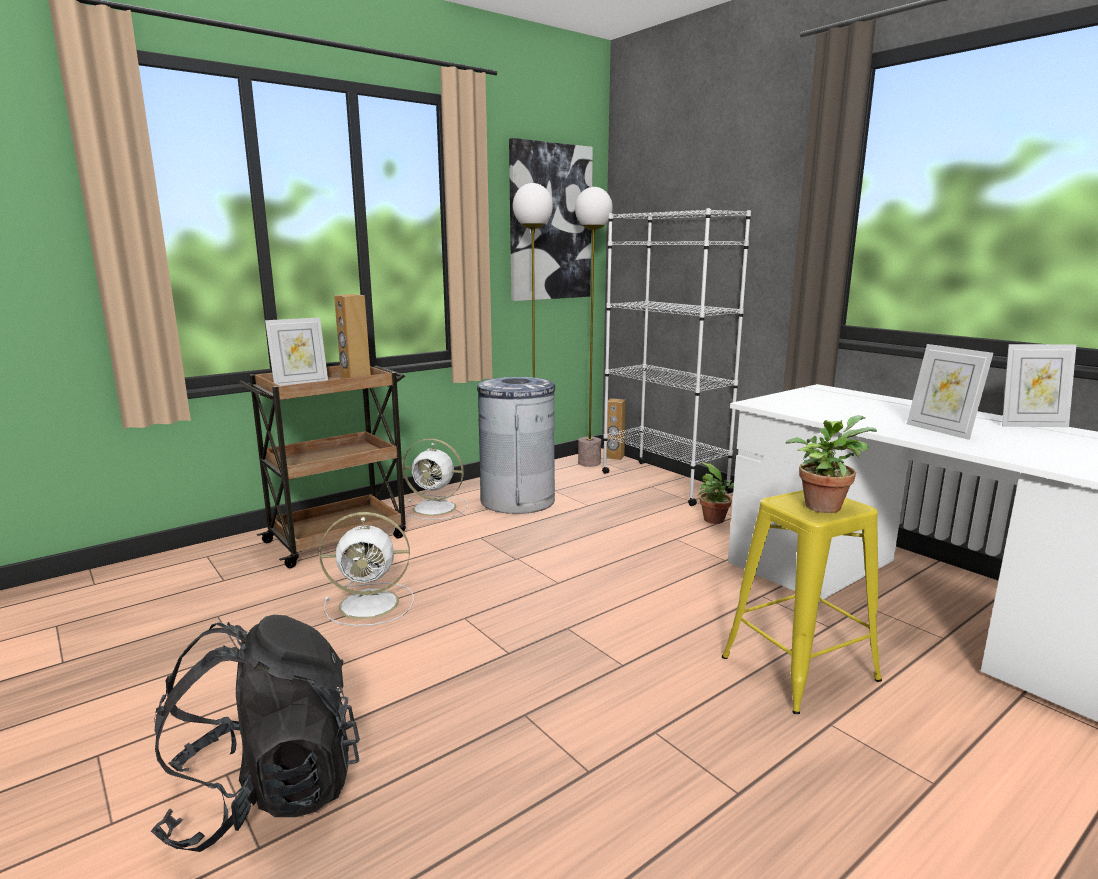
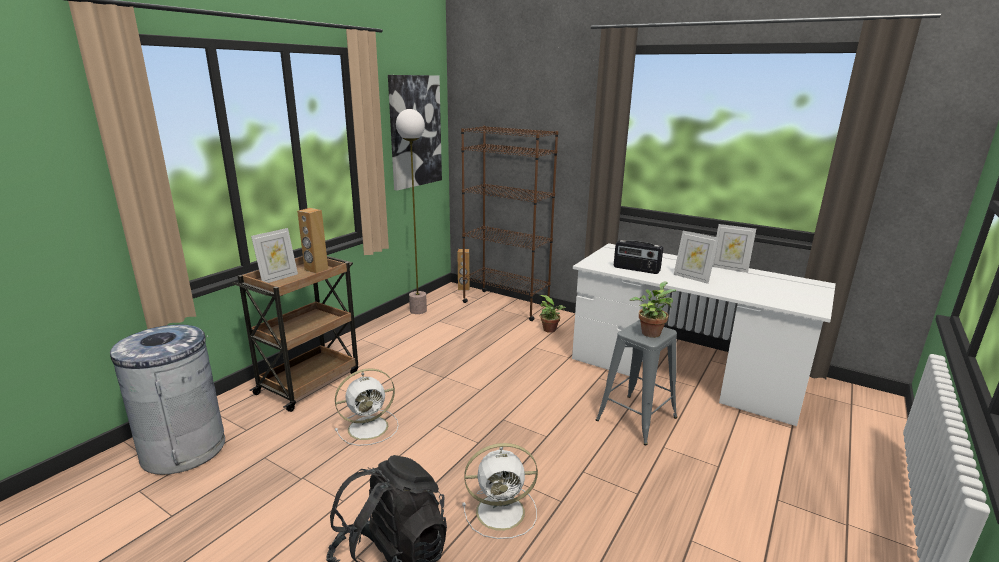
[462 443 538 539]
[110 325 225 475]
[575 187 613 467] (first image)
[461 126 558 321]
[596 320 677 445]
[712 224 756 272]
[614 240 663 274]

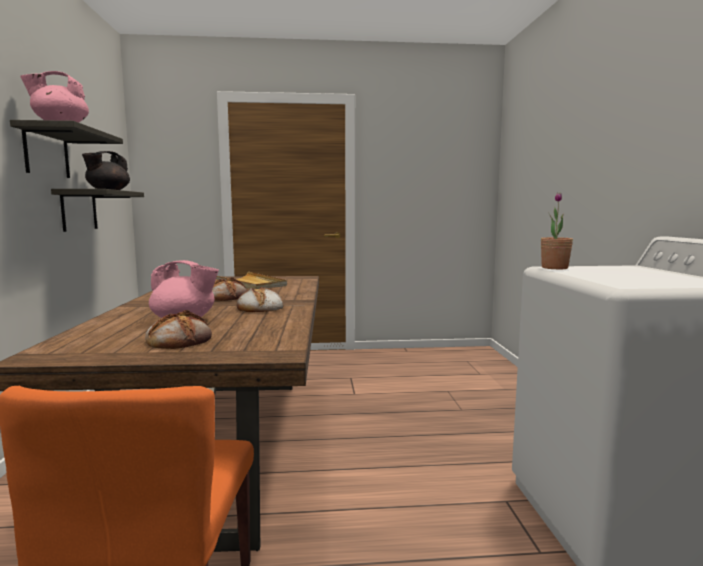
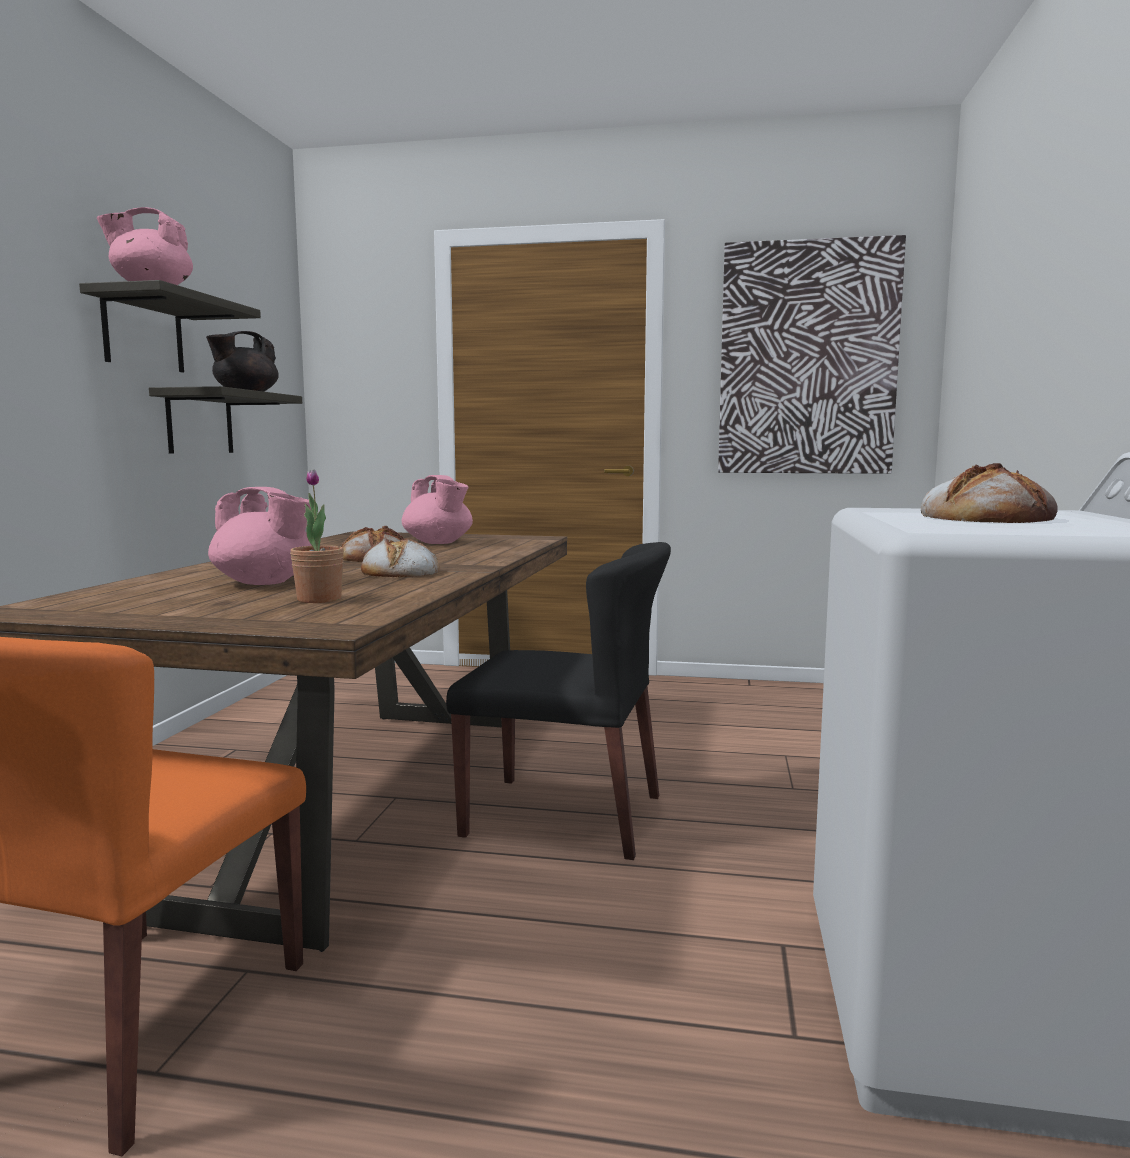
[921 463 1058 523]
[401 475 473 544]
[290 470 344 603]
[446 542 671 860]
[718 235 906 474]

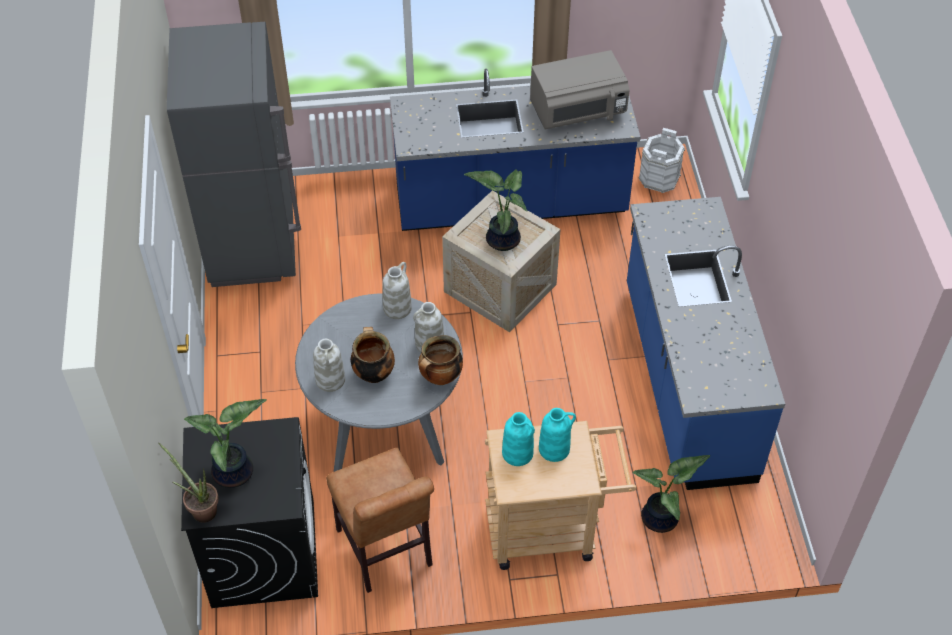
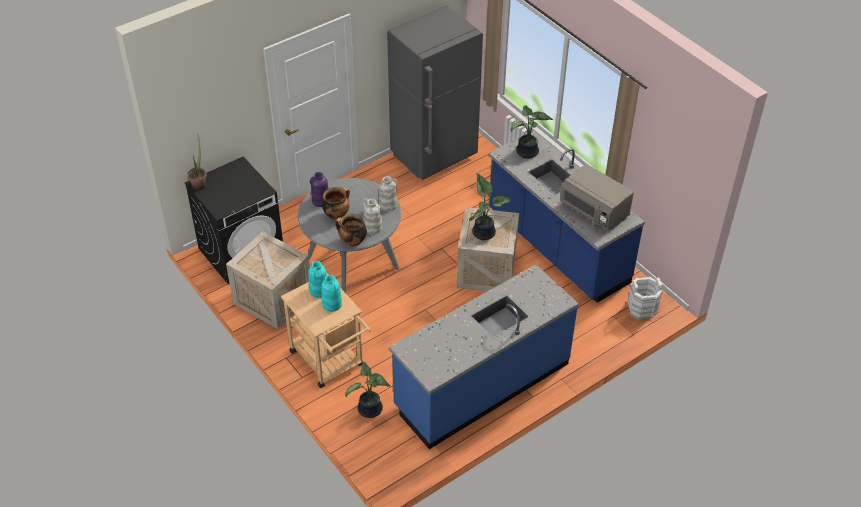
[511 105 553 159]
[310 172 329 207]
[226 231 310 329]

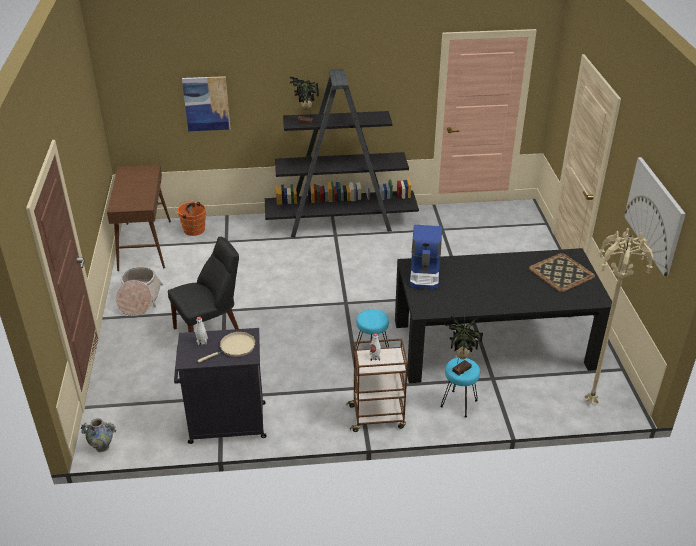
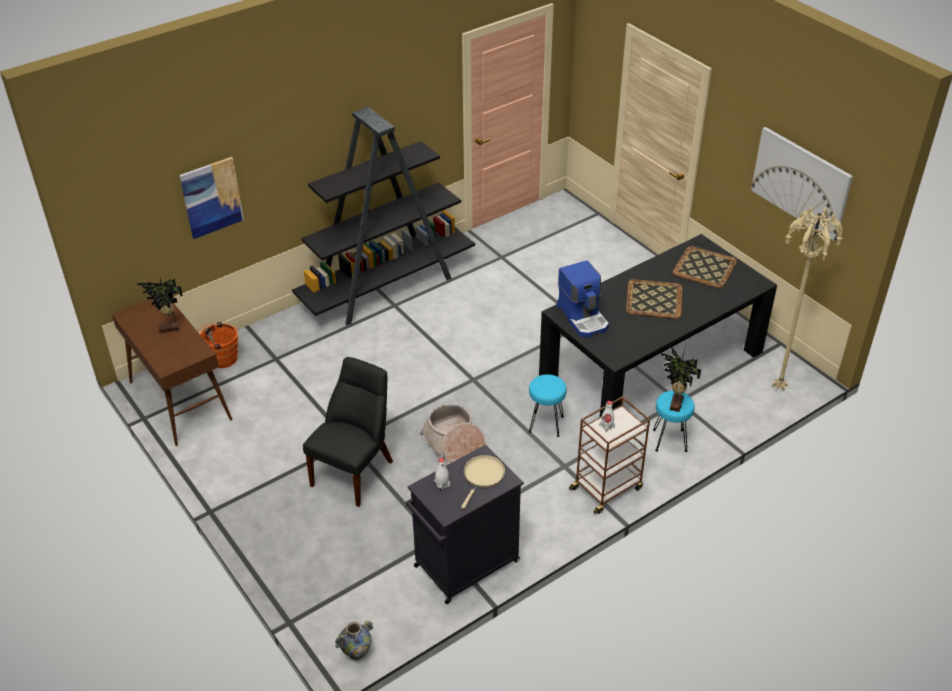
[419 404 486 464]
[137 278 183 333]
[626 279 683 319]

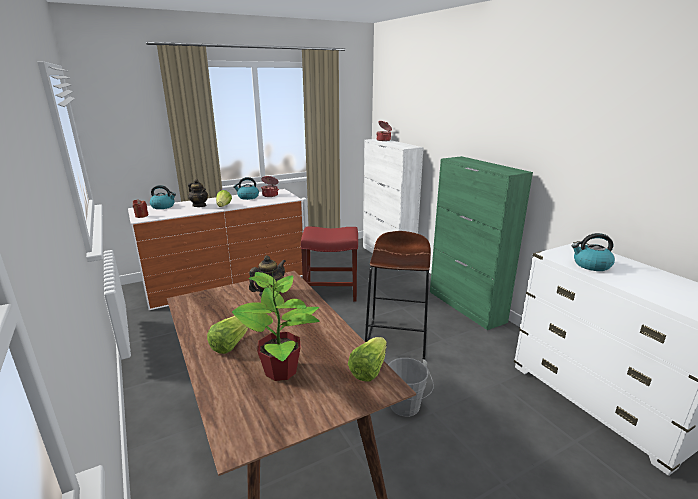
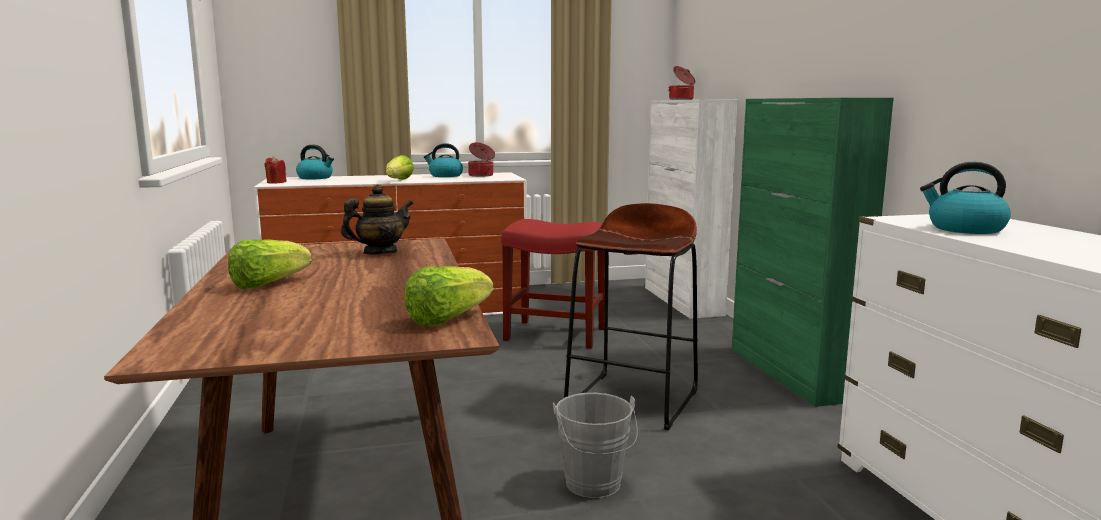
[188 179 208 207] (first image)
[232 272 319 381] (first image)

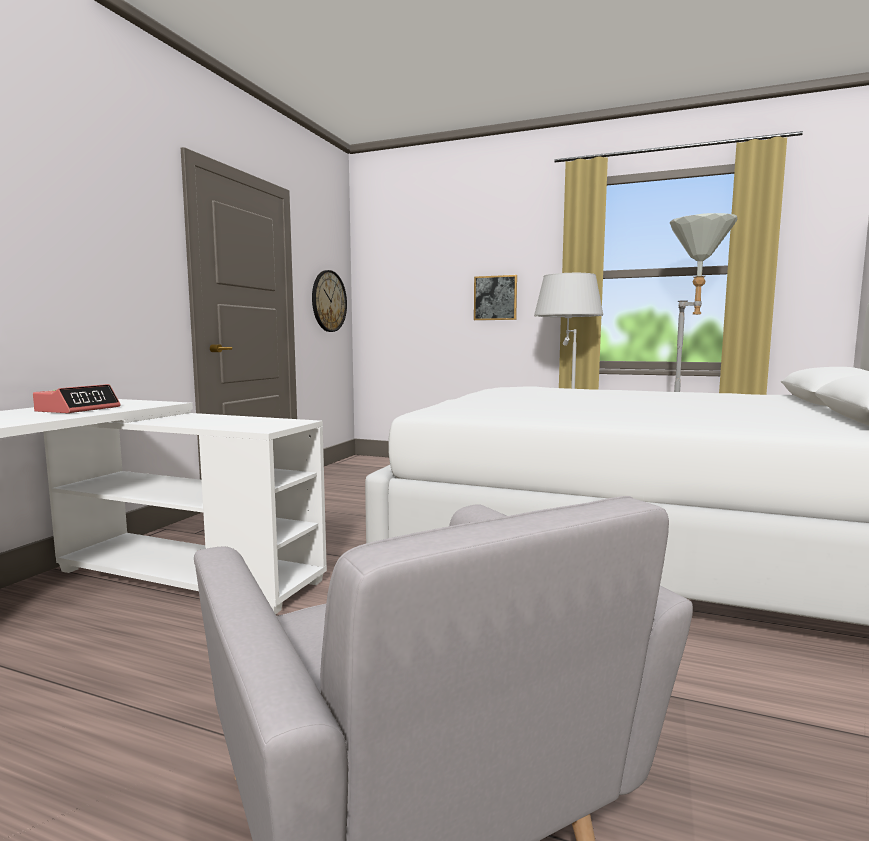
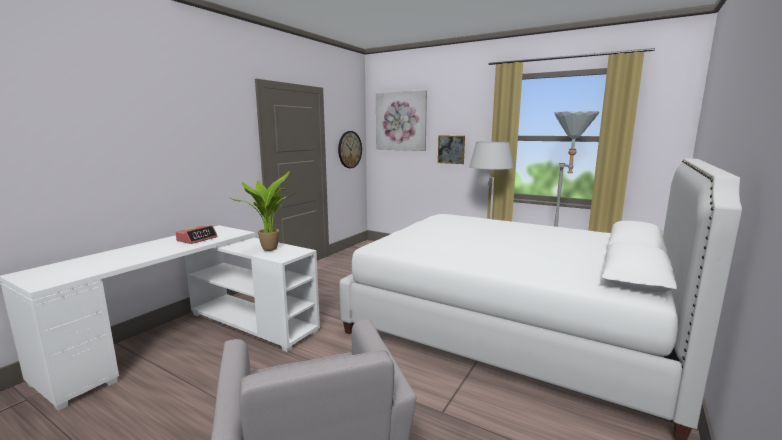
[230 171 296 251]
[376 90 427 151]

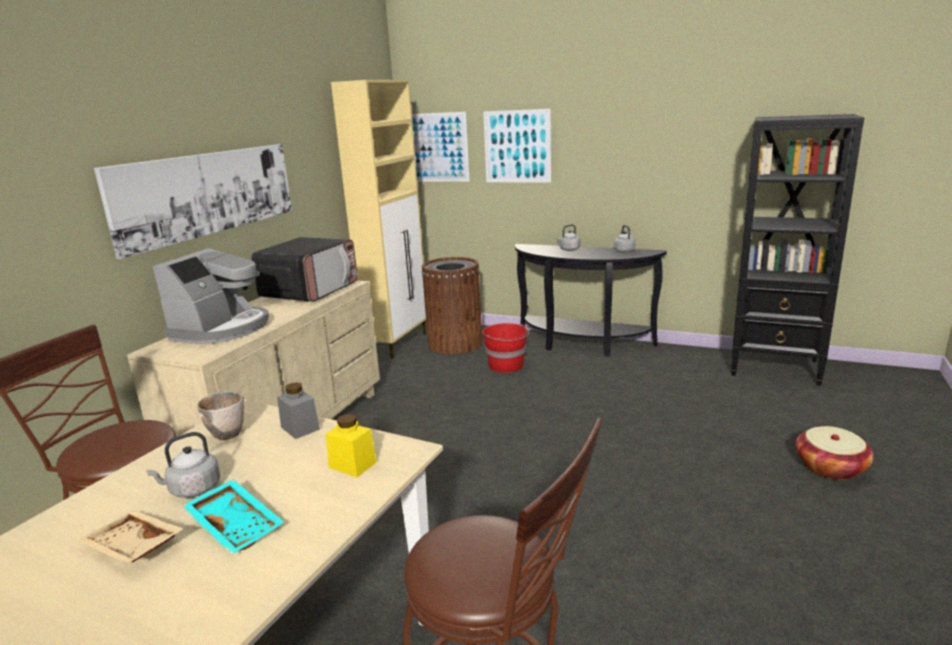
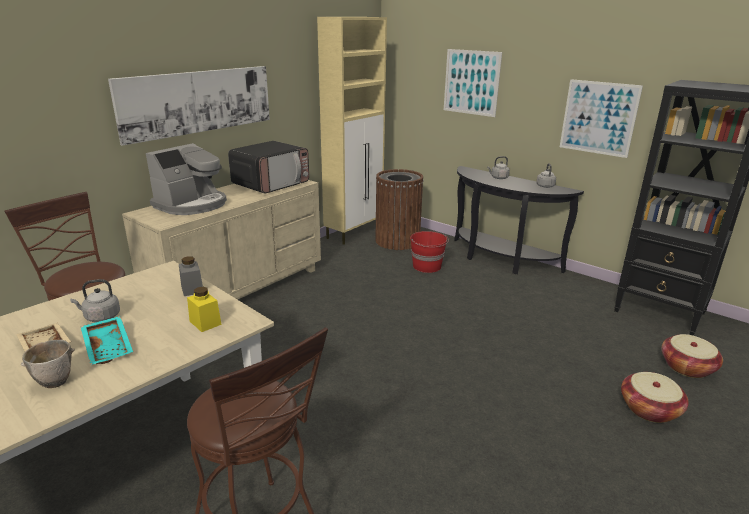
[21 340 75 388]
[560 79 643 158]
[661 334 723 378]

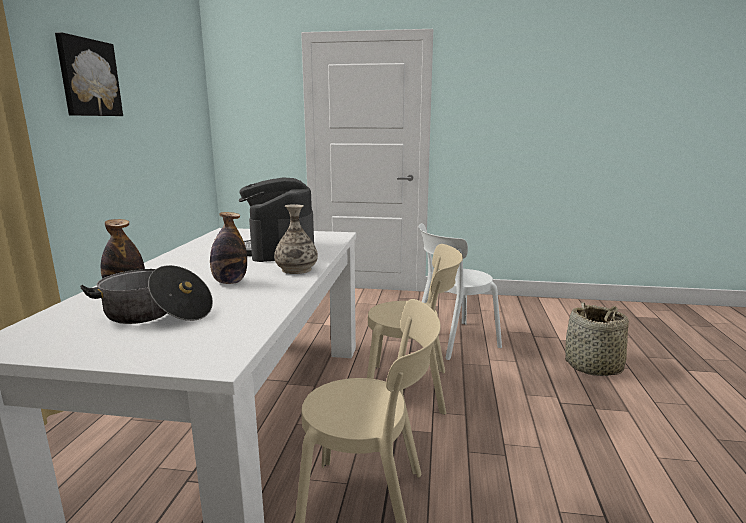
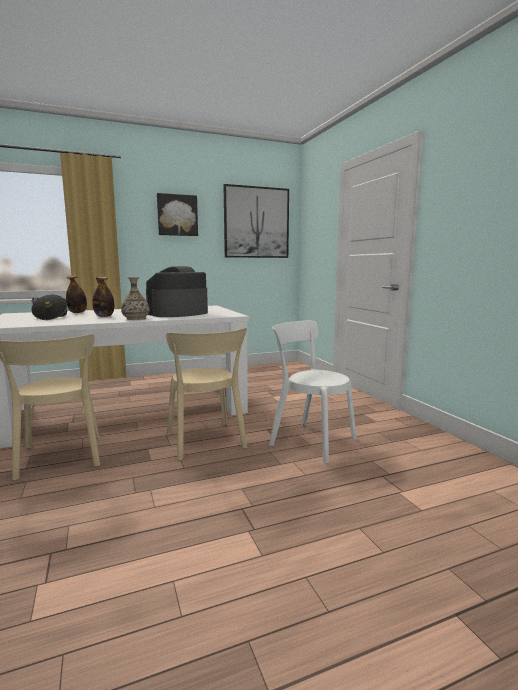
[565 302 629 376] (first image)
[224 184 289 258]

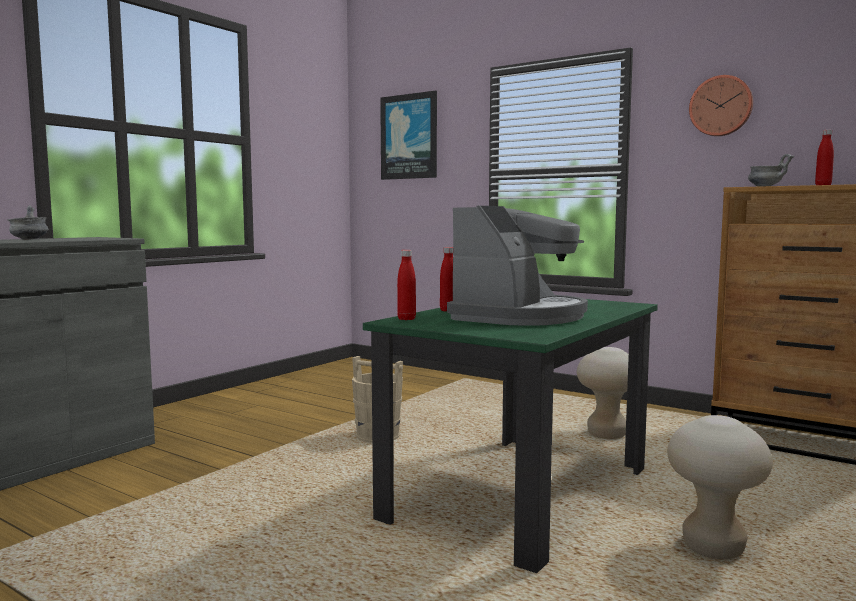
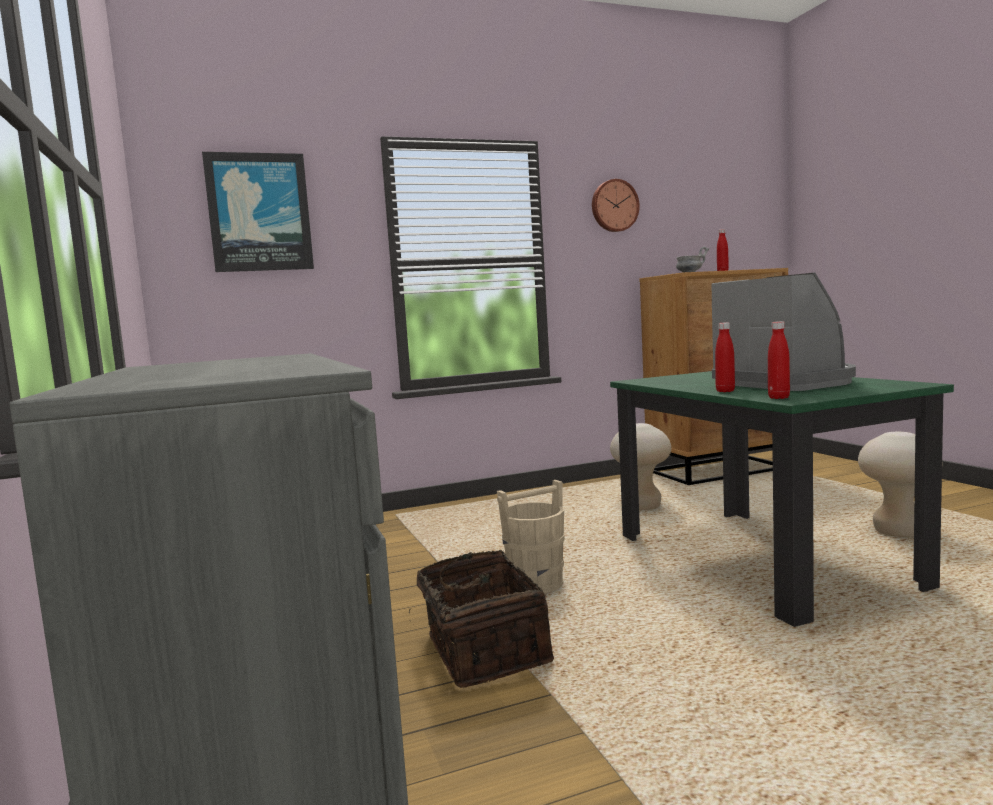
[8 206 48 240] (first image)
[409 550 554 688]

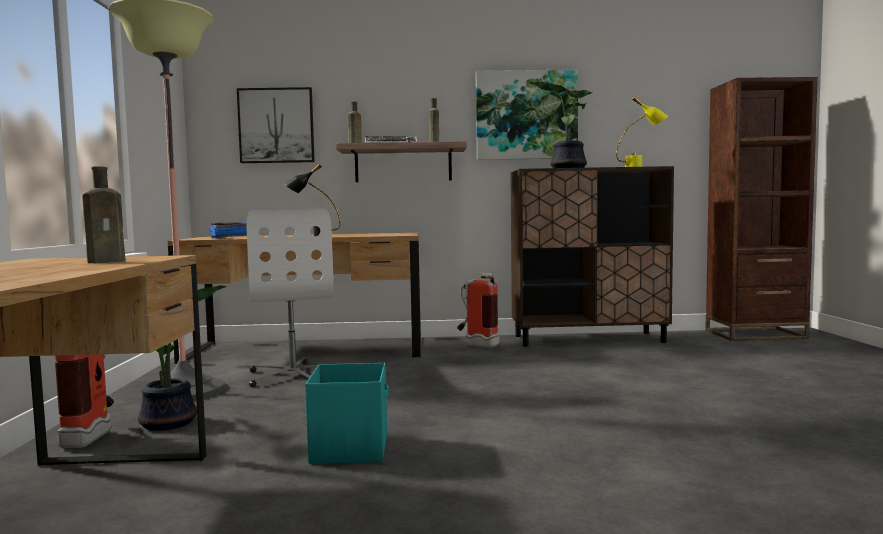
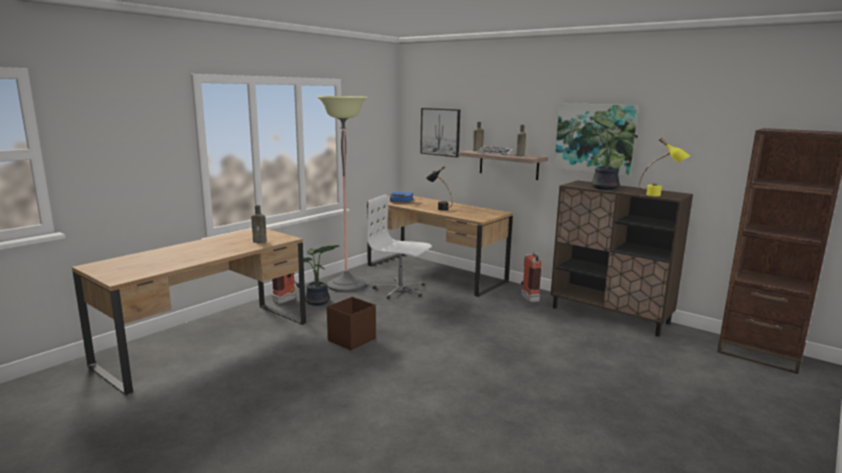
[367 194 432 299]
[327 297 376 350]

